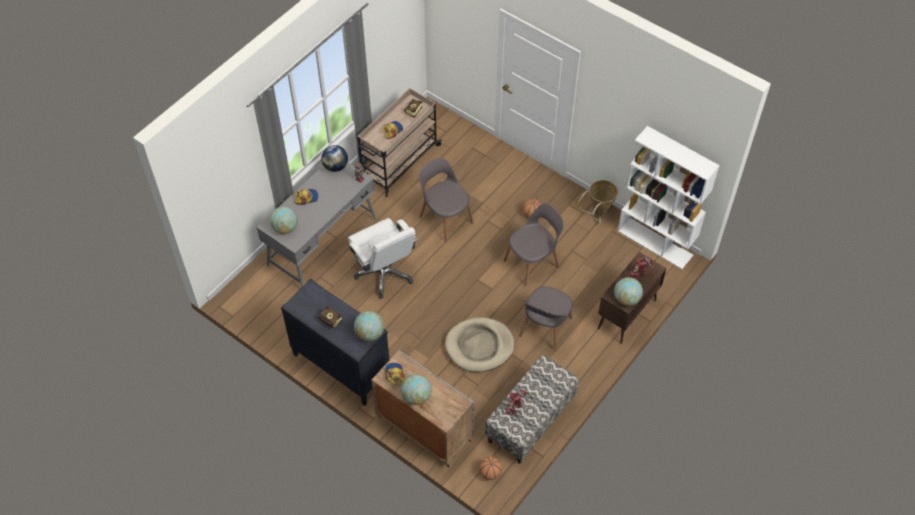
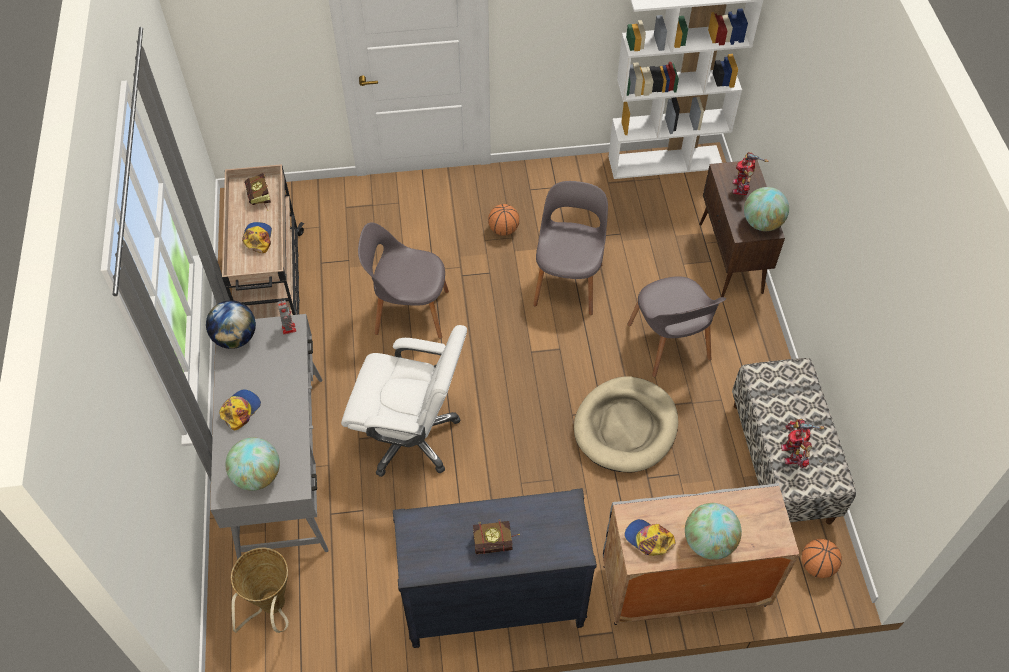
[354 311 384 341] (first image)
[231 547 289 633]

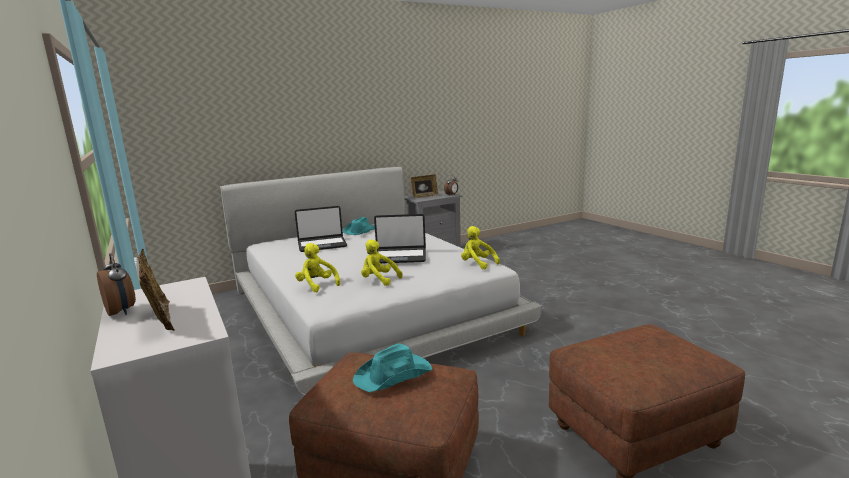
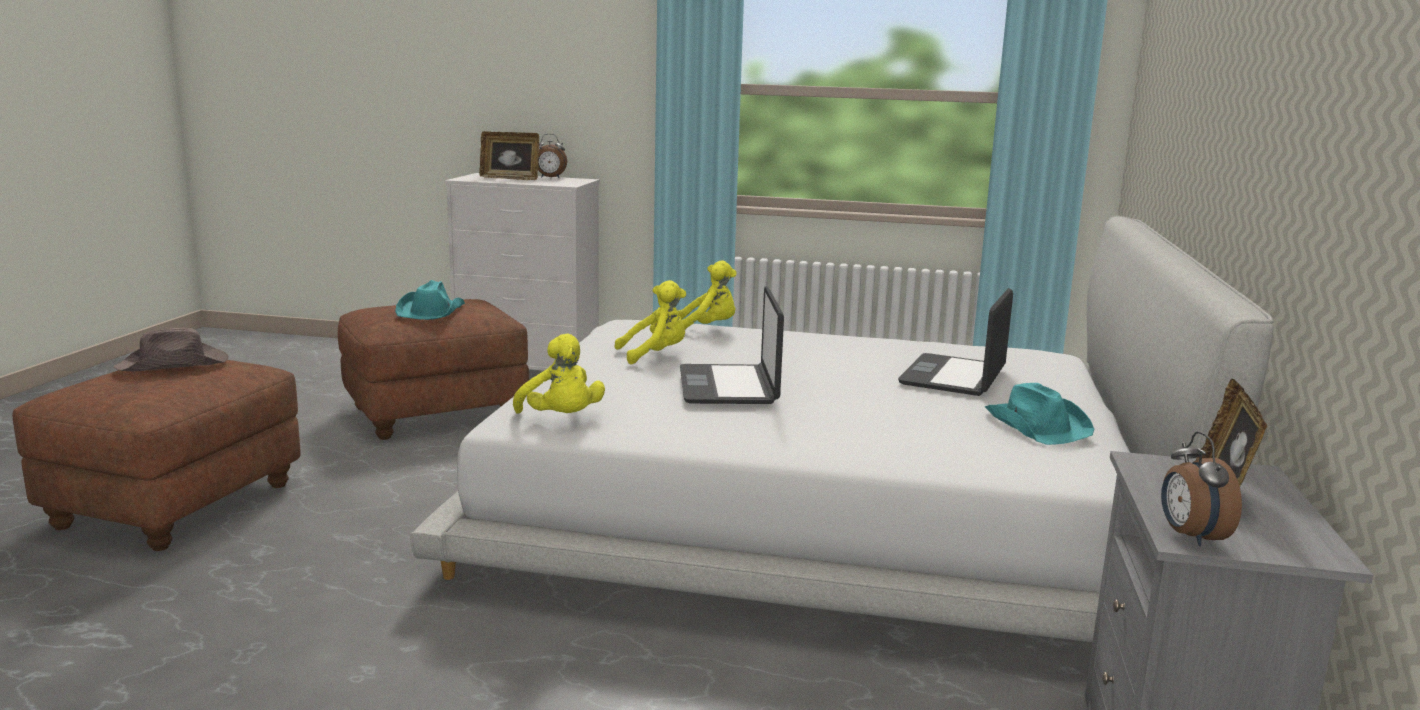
[680 286 784 404]
[513 334 605 414]
[114 328 228 371]

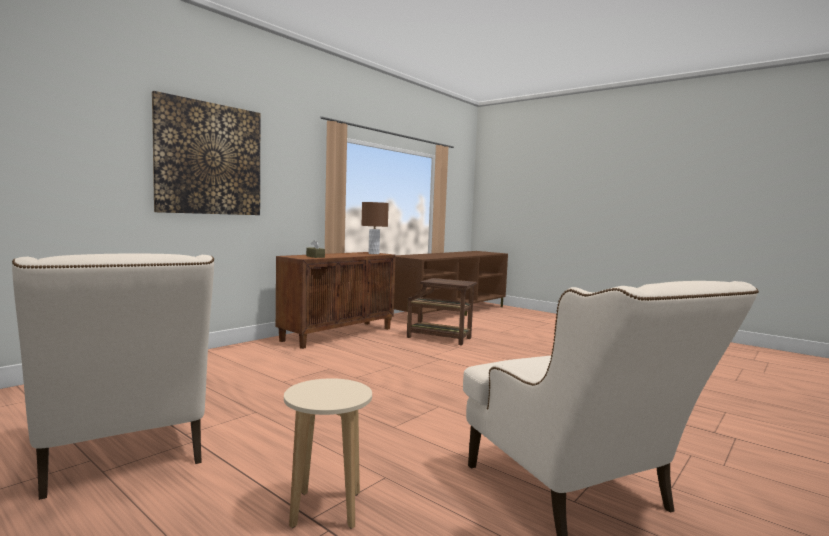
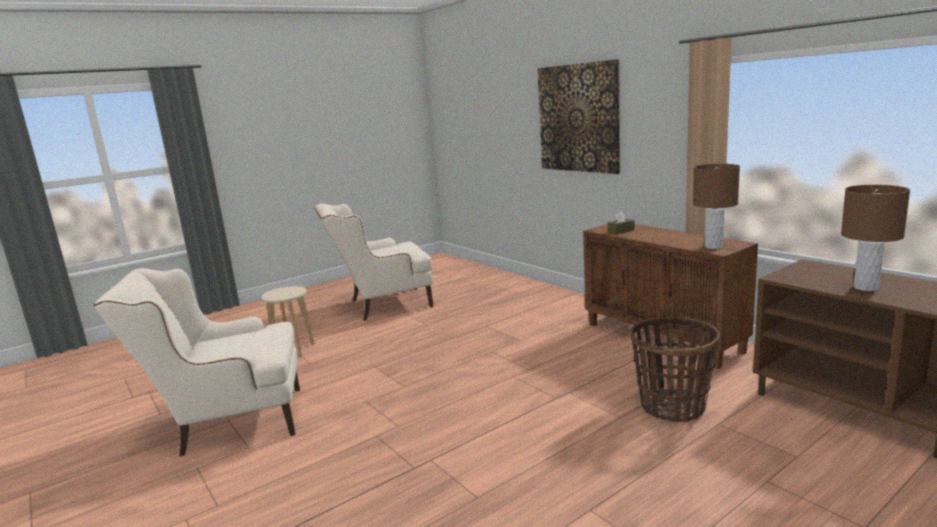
[630 317 720 423]
[841 185 910 291]

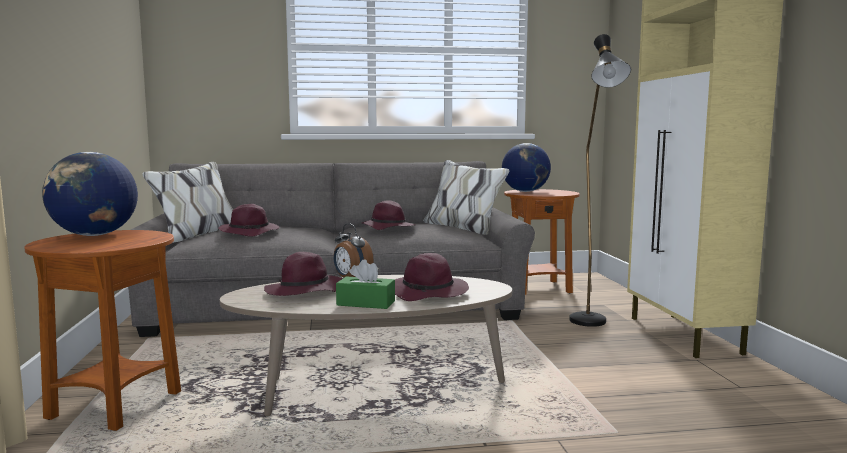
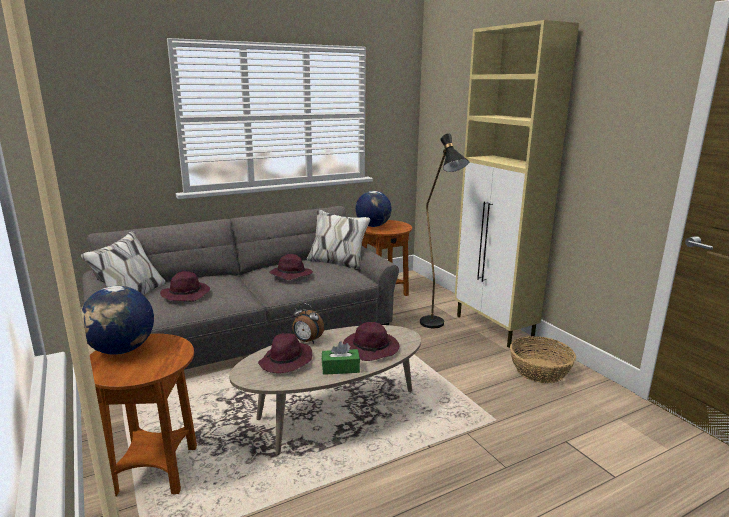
[510 336 576 383]

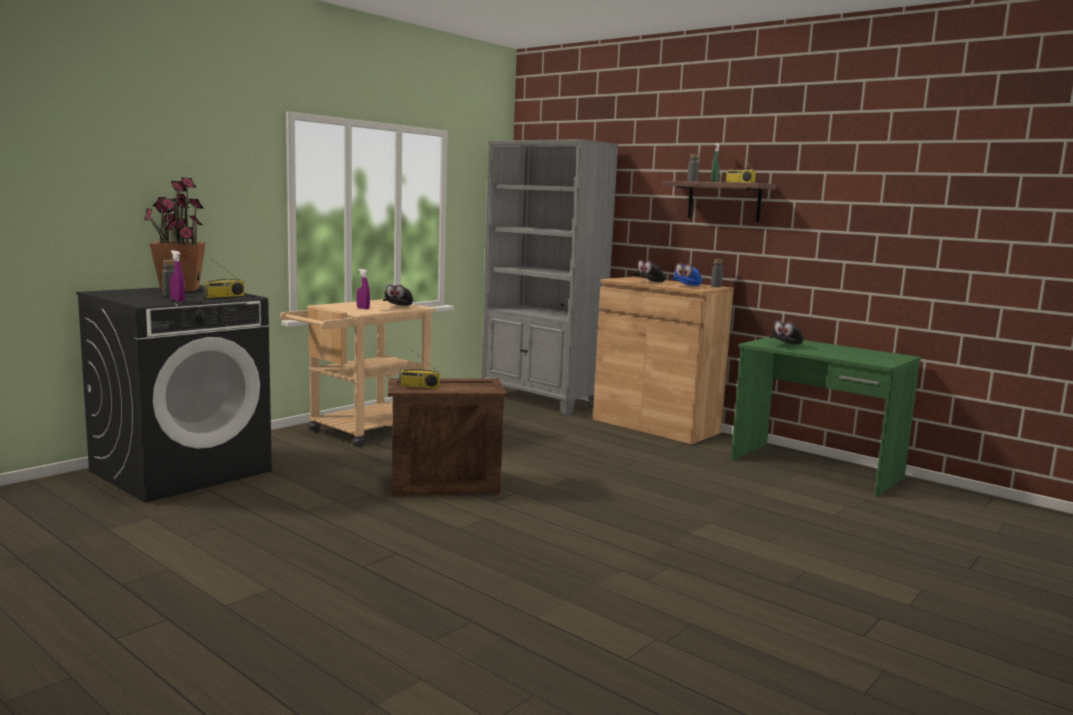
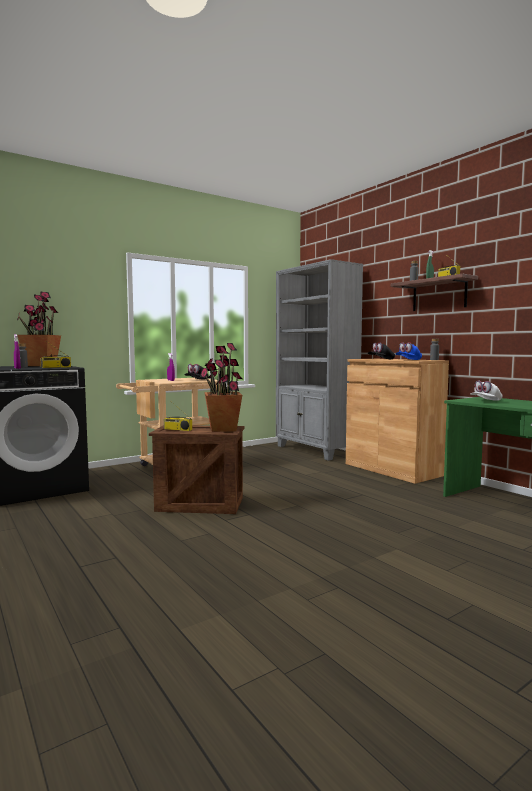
[470 380 503 401]
[200 343 242 432]

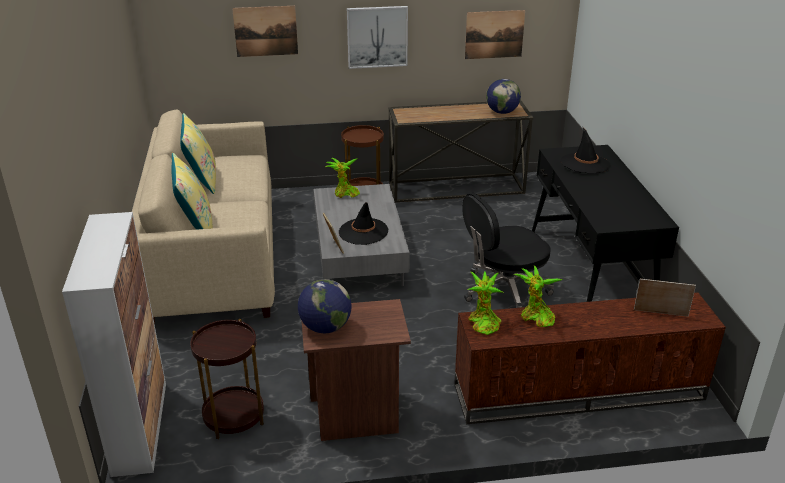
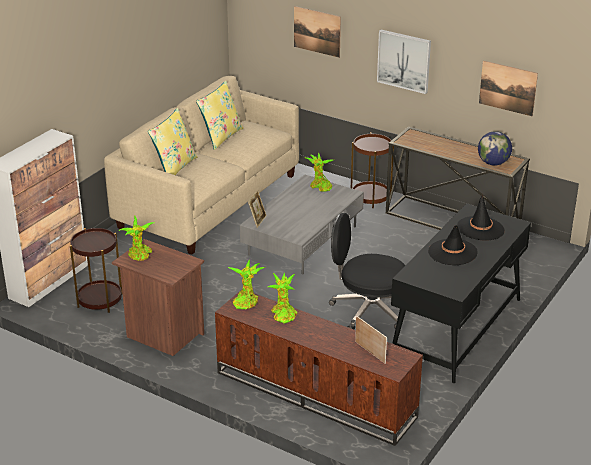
[118 215 154 261]
[428 225 478 265]

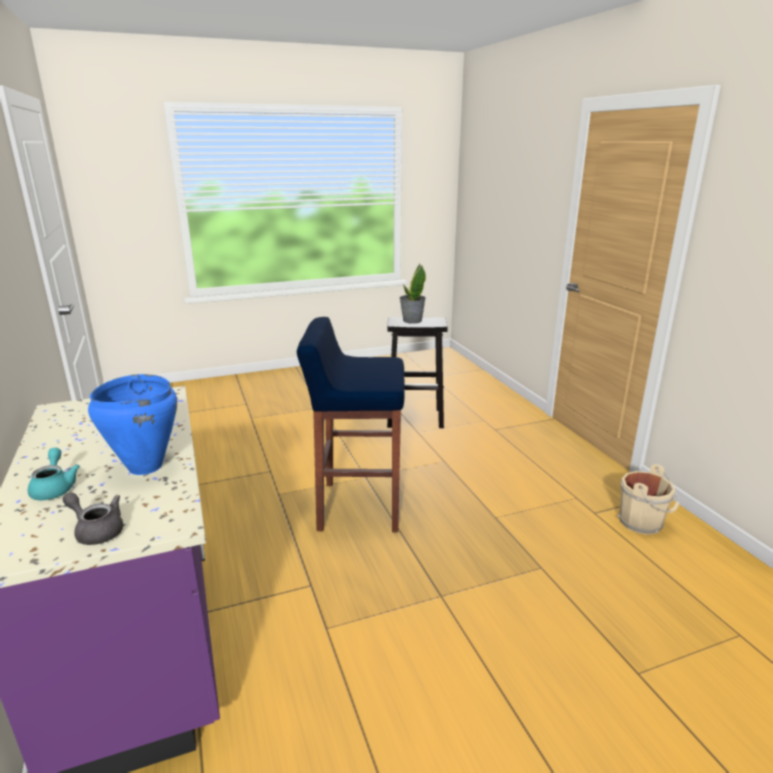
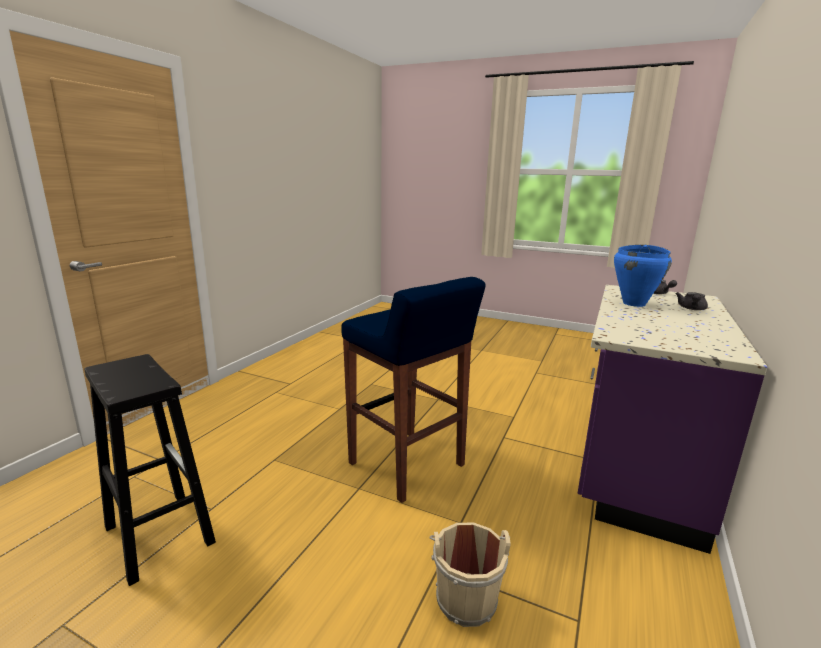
[676 292 708 310]
[399 264 426 324] (first image)
[429 522 511 627]

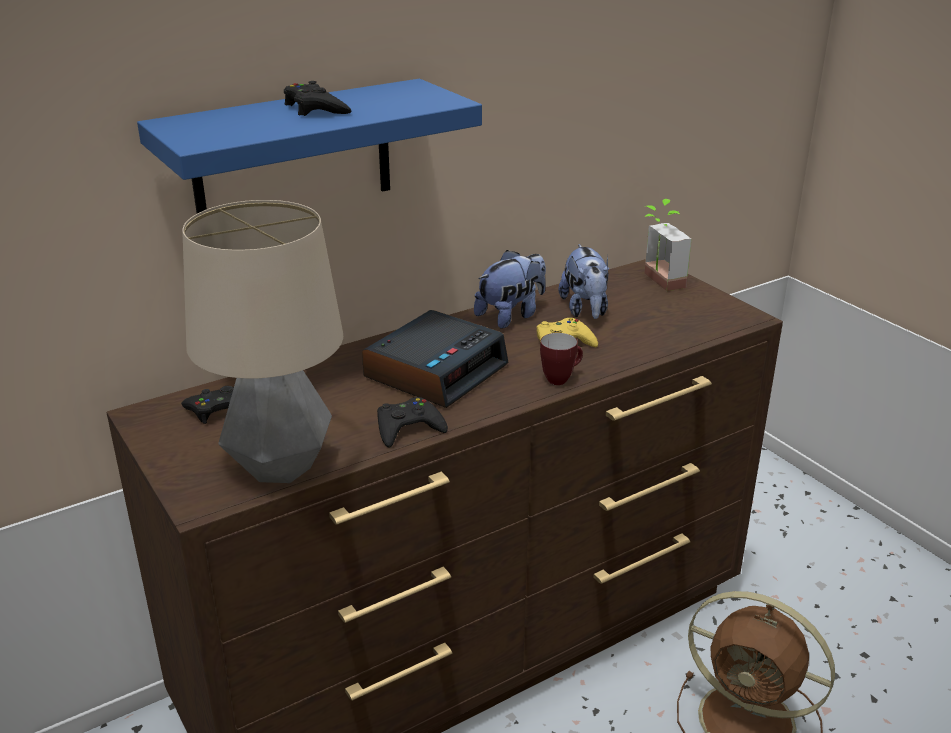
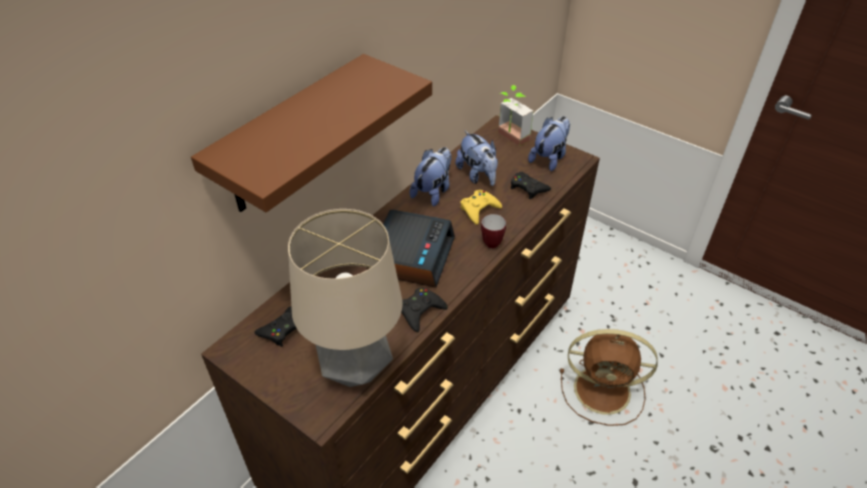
[191 54 432 212]
[511 172 551 199]
[528 116 570 171]

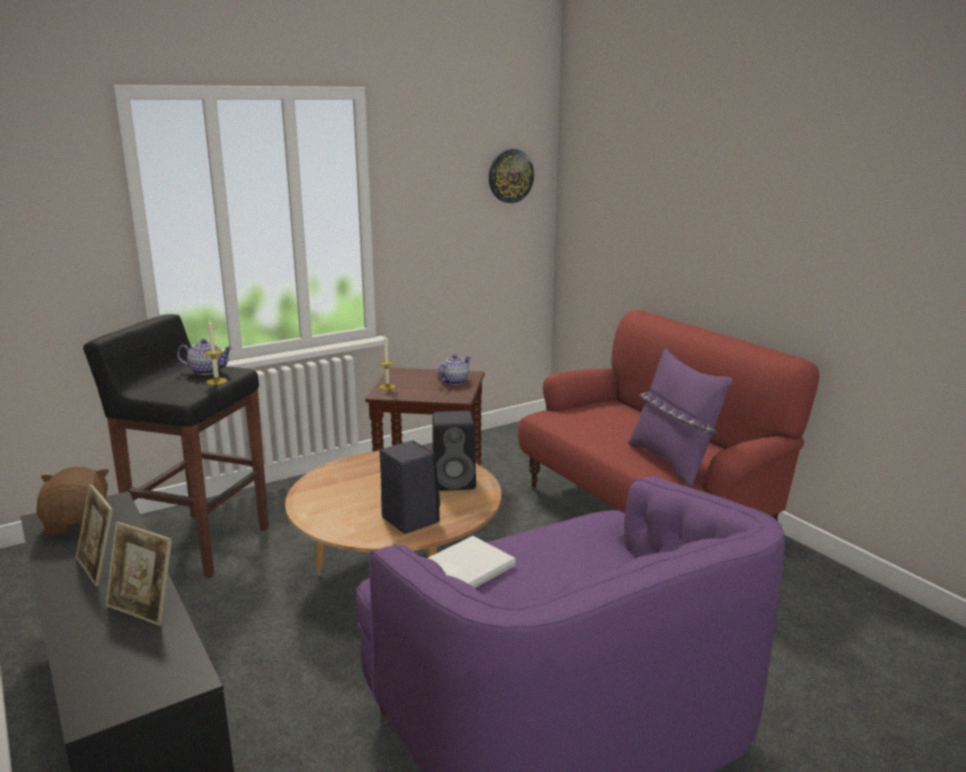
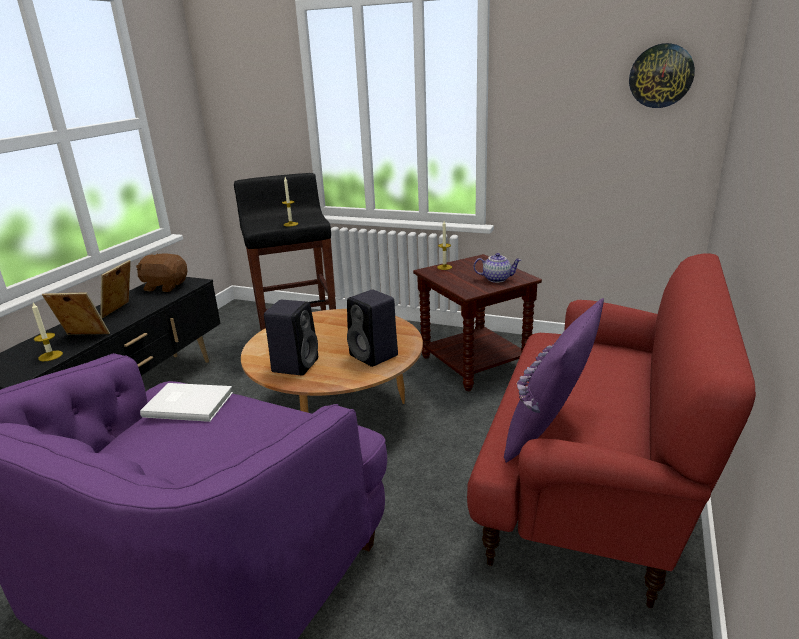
[136 253 187 292]
[42 292 110 335]
[177 339 233 375] (first image)
[32 303 63 361]

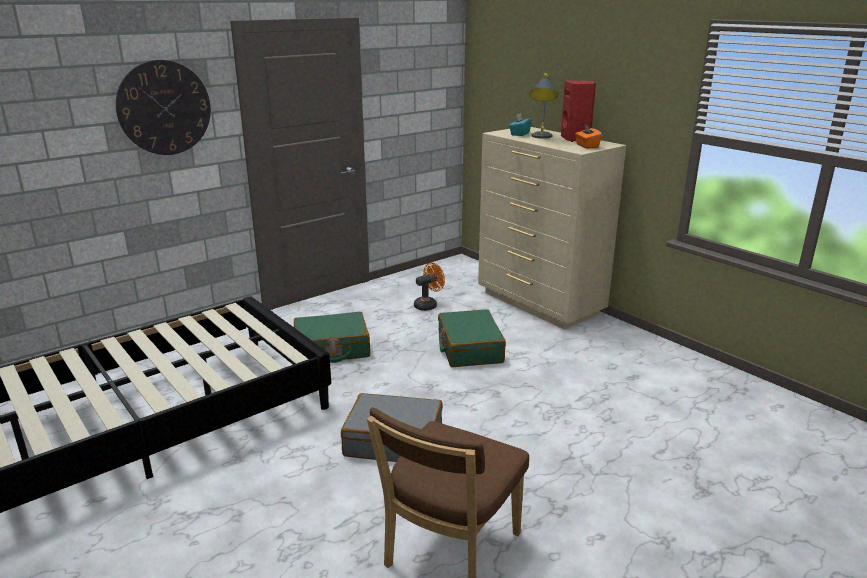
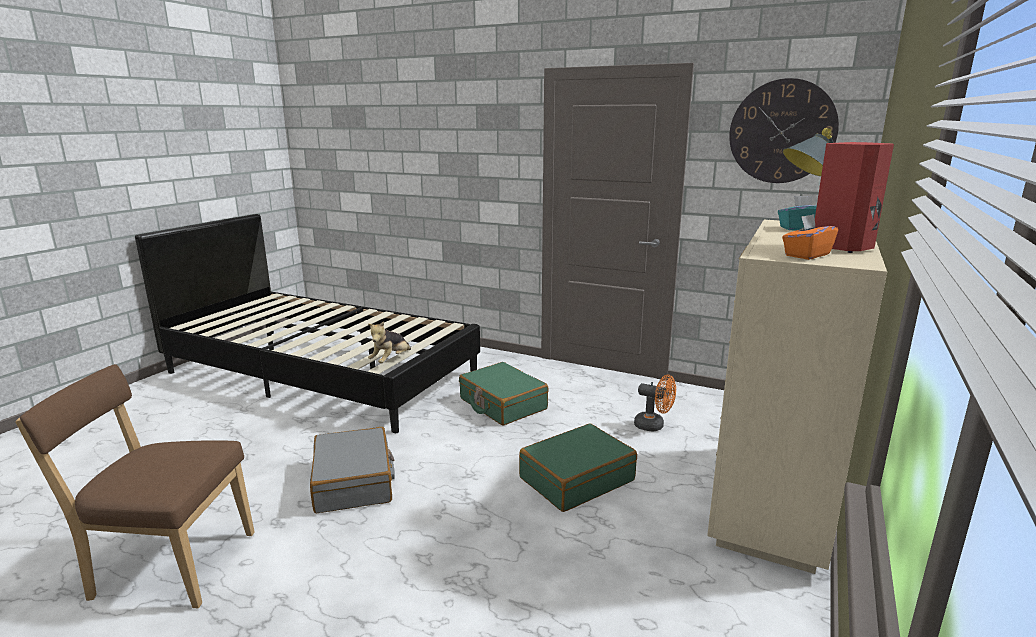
[729 78 839 183]
[368 321 411 363]

